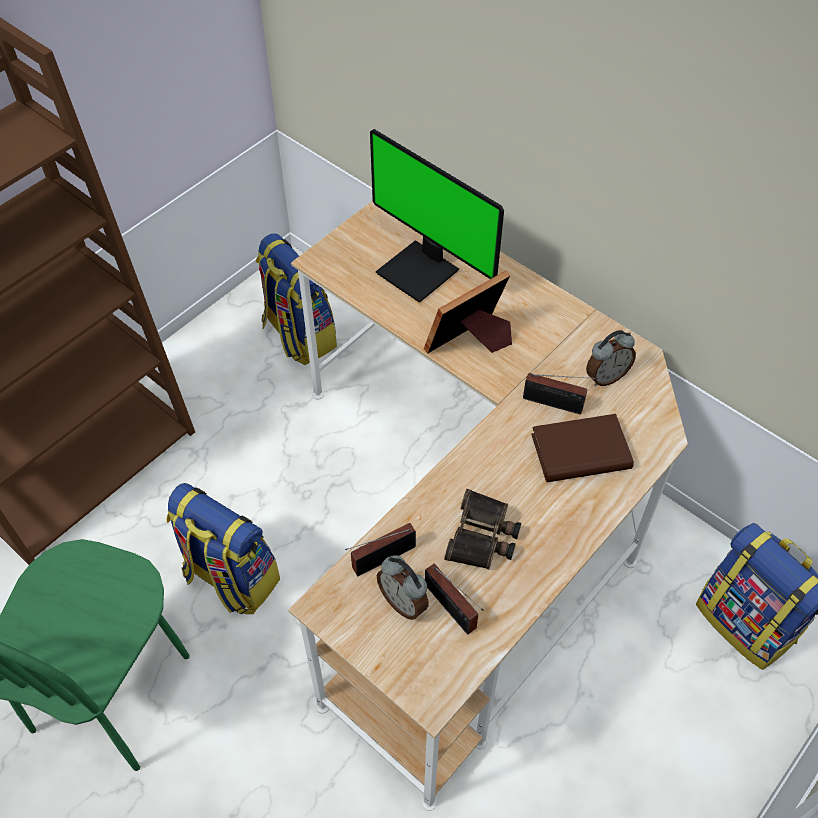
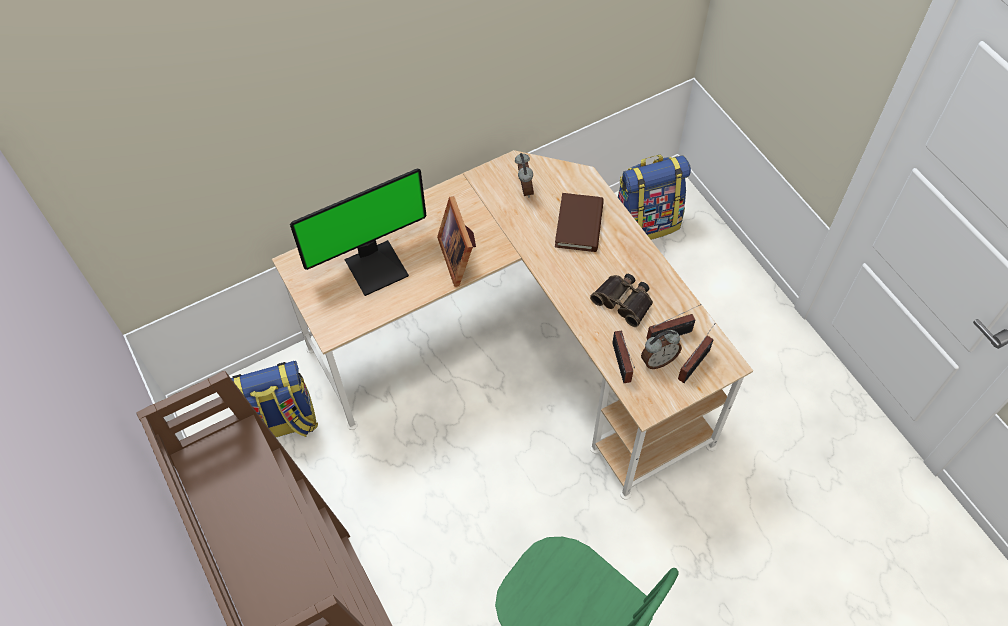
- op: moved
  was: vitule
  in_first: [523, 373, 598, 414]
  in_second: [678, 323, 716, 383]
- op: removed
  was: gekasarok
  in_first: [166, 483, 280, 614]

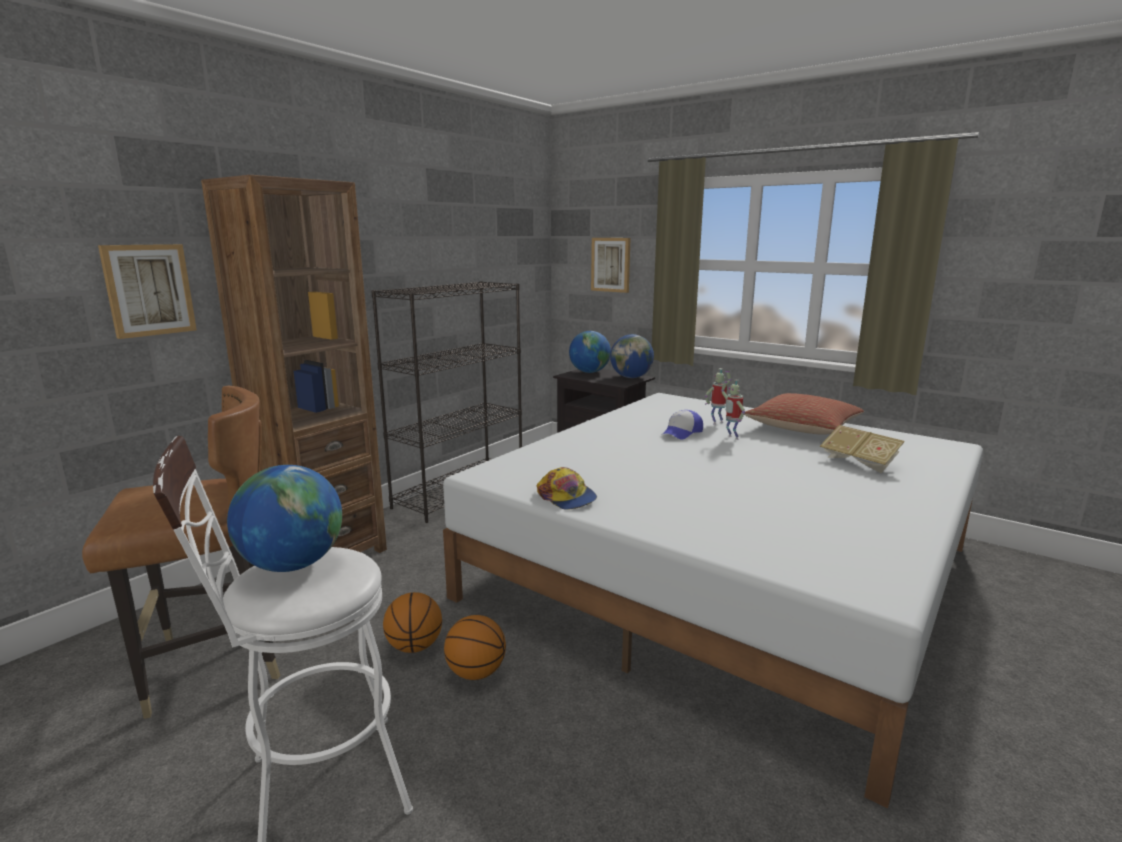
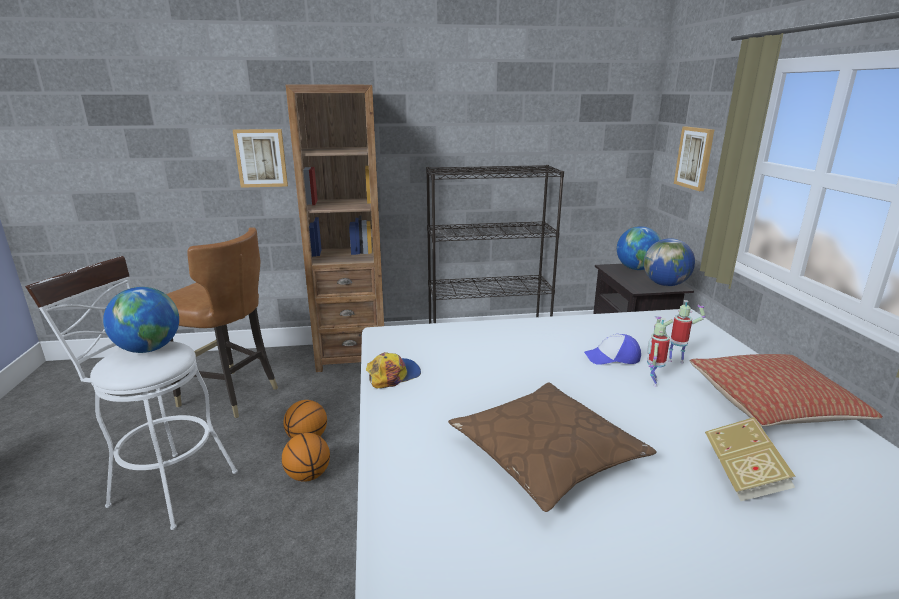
- op: turned
  was: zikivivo
  in_first: [536, 467, 597, 510]
  in_second: [366, 352, 421, 388]
  clockwise: -135
- op: added
  now: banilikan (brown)
  in_second: [448, 382, 657, 512]

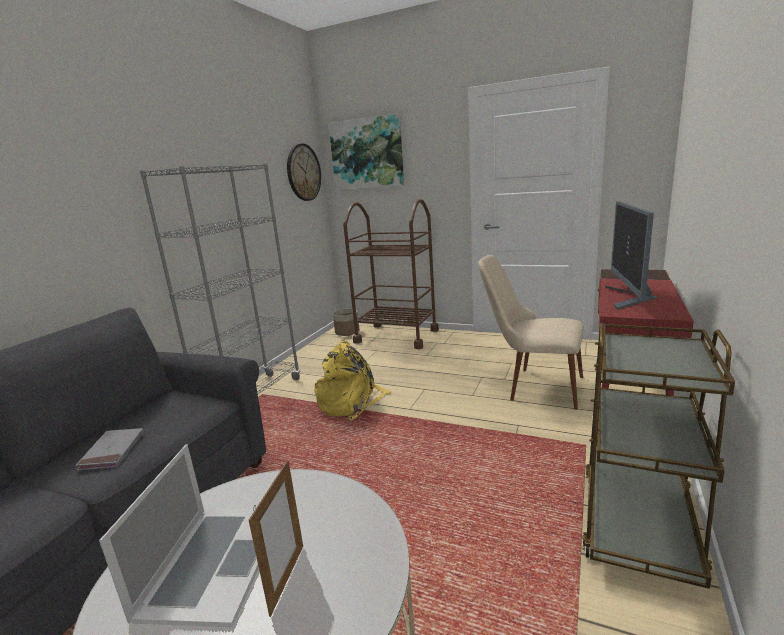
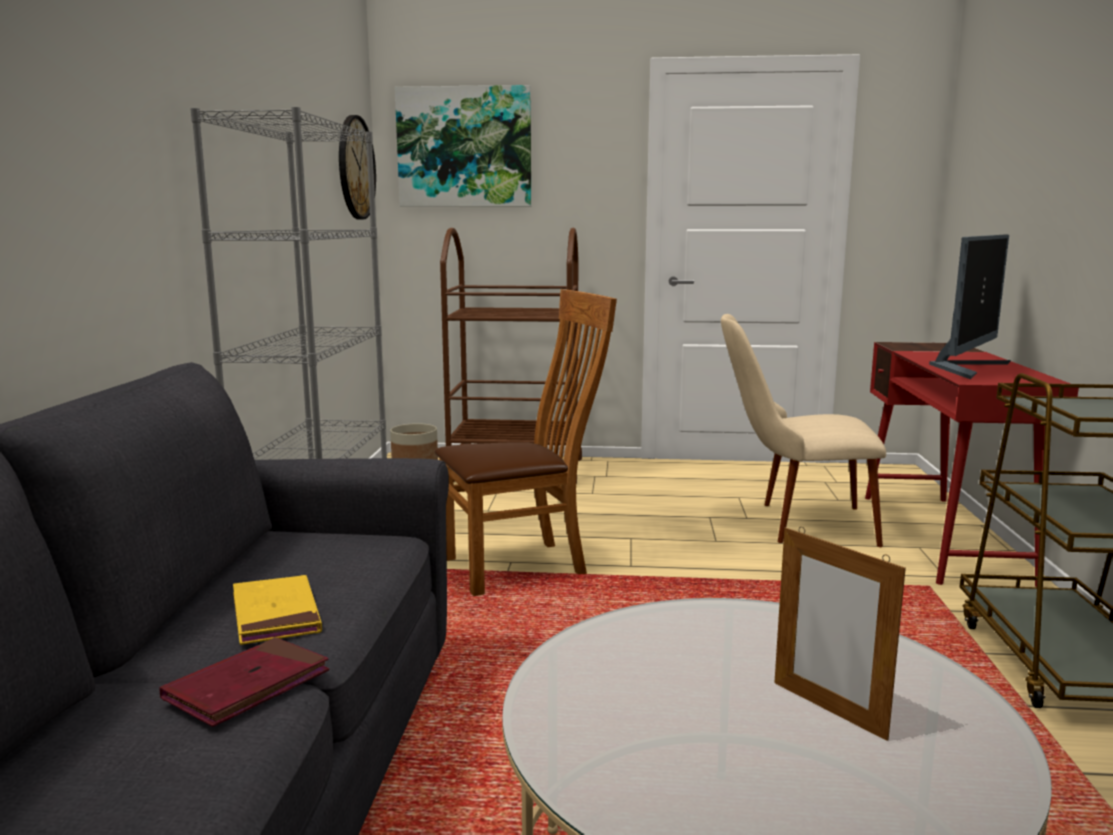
- op: turned
  was: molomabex
  in_first: [605, 201, 657, 310]
  in_second: [929, 235, 1011, 379]
  clockwise: -135
- op: replaced
  was: gekasarok (yellow)
  now: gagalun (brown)
  in_first: [314, 340, 392, 421]
  in_second: [435, 289, 617, 596]
- op: recoloured
  was: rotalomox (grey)
  now: rotalomox (yellow)
  in_first: [75, 428, 144, 470]
  in_second: [233, 575, 322, 645]
- op: removed
  was: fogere
  in_first: [99, 444, 259, 627]
- op: turned
  was: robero
  in_first: [249, 460, 303, 617]
  in_second: [774, 527, 906, 741]
  clockwise: 150
- op: added
  now: rotalomox (red)
  in_second: [159, 637, 329, 727]

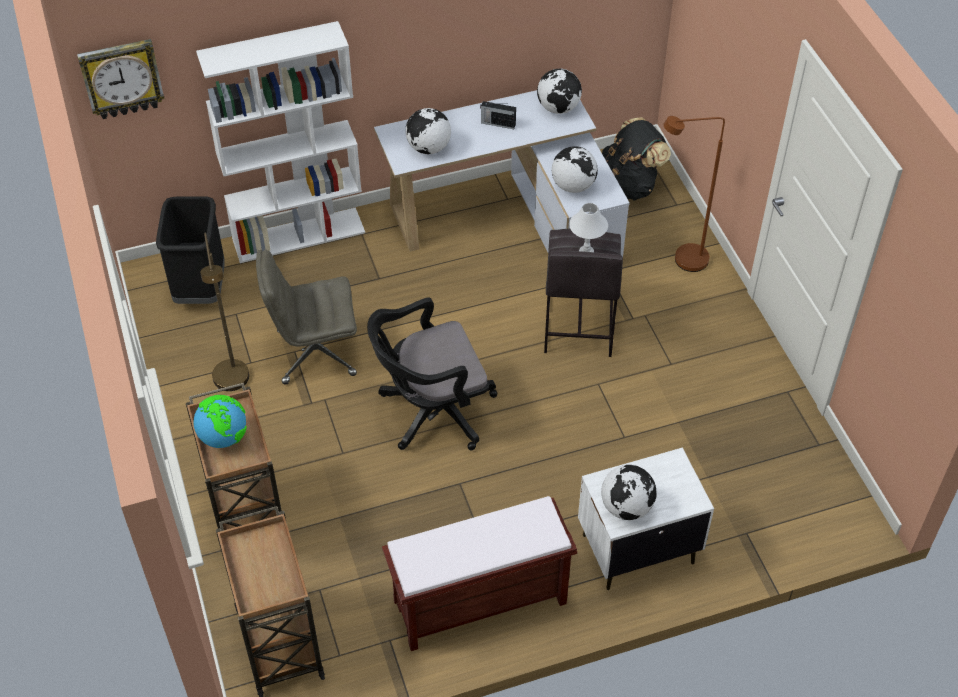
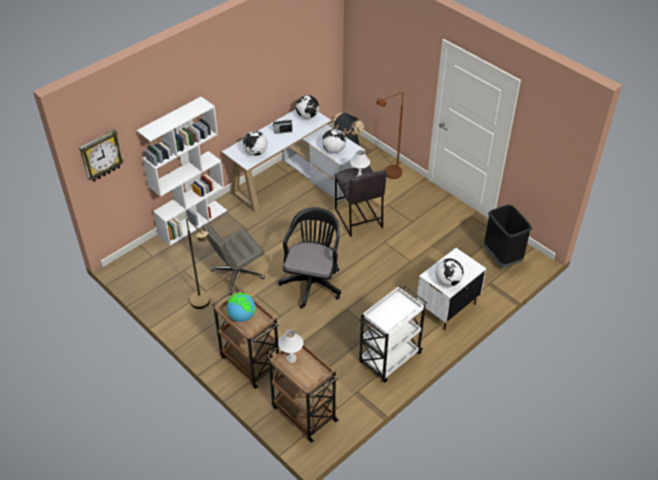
- op: moved
  was: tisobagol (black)
  in_first: [156, 196, 225, 304]
  in_second: [484, 205, 532, 268]
- op: turned
  was: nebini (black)
  in_first: [367, 297, 497, 450]
  in_second: [279, 207, 341, 309]
  clockwise: 150
- op: replaced
  was: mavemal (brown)
  now: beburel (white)
  in_first: [382, 496, 577, 651]
  in_second: [359, 285, 427, 382]
- op: added
  now: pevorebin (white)
  in_second: [278, 330, 303, 363]

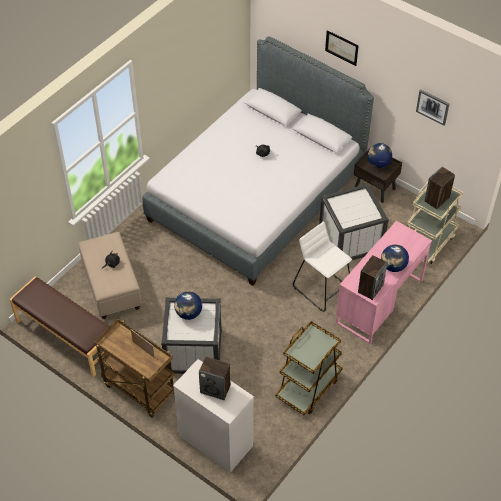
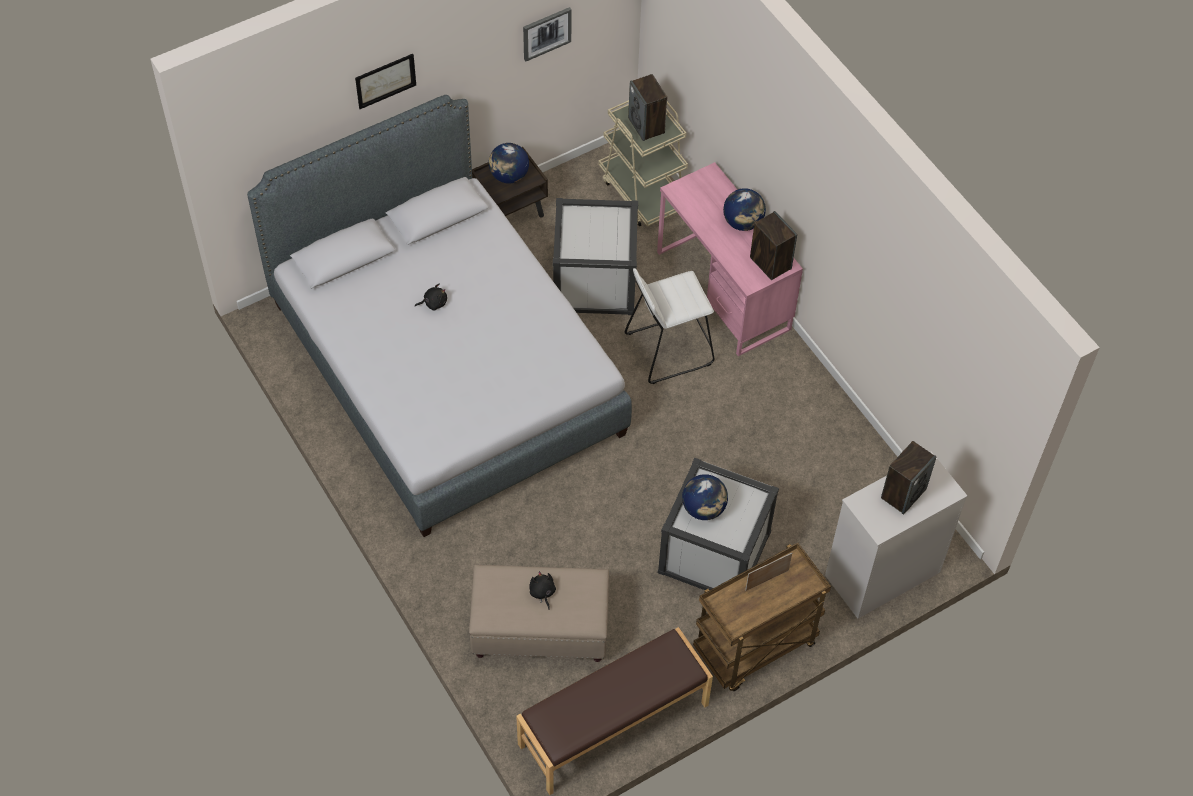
- op: removed
  was: beburel (brown)
  in_first: [275, 321, 342, 415]

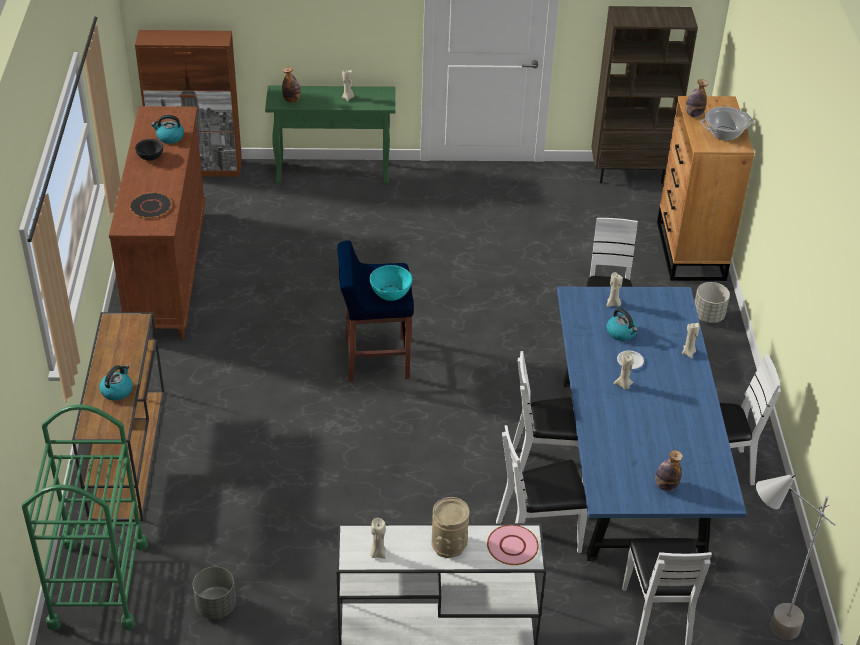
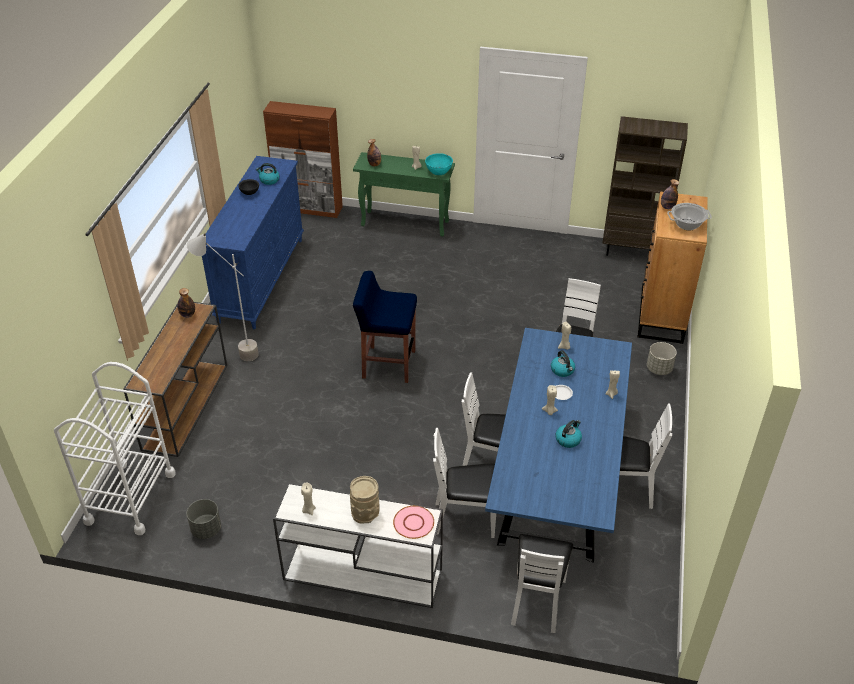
- op: recoloured
  was: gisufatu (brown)
  now: gisufatu (blue)
  in_first: [109, 106, 206, 339]
  in_second: [202, 156, 304, 329]
- op: removed
  was: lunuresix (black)
  in_first: [130, 192, 172, 218]
- op: moved
  was: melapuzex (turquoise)
  in_first: [369, 265, 413, 301]
  in_second: [425, 153, 453, 175]
- op: moved
  was: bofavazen
  in_first: [99, 365, 133, 400]
  in_second: [555, 420, 582, 448]
- op: recoloured
  was: beburel (green)
  now: beburel (white)
  in_first: [22, 404, 148, 630]
  in_second: [54, 362, 176, 535]
- op: moved
  was: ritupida
  in_first: [655, 450, 683, 491]
  in_second: [177, 288, 195, 318]
- op: moved
  was: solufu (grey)
  in_first: [756, 474, 835, 640]
  in_second: [187, 233, 259, 361]

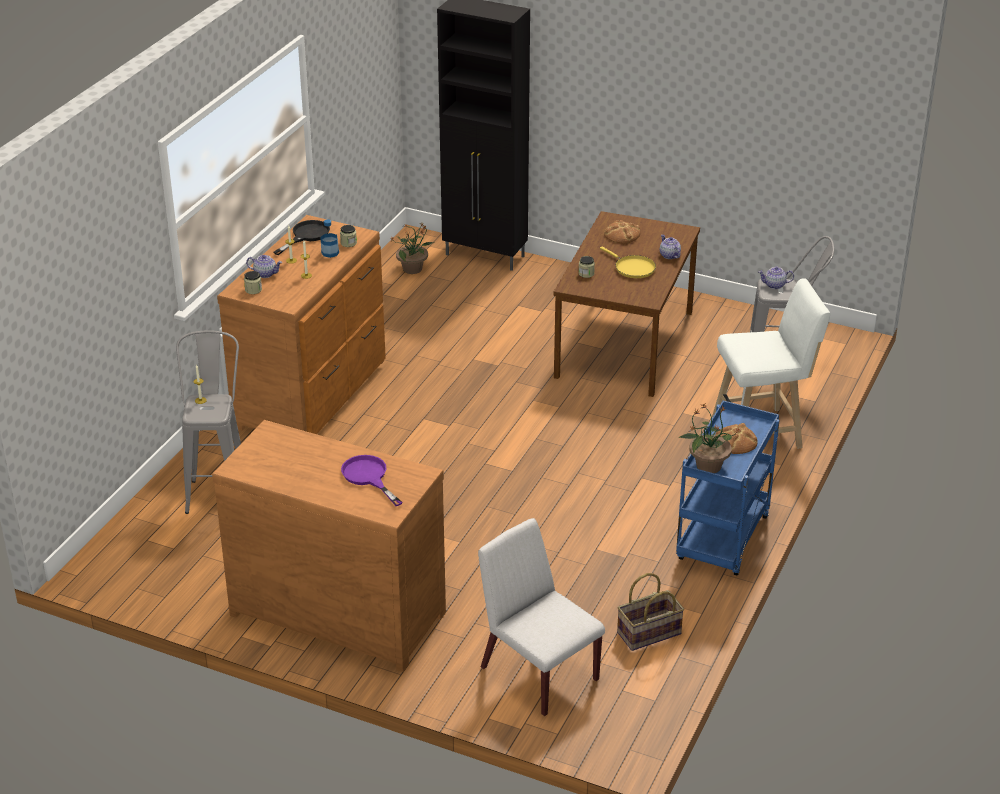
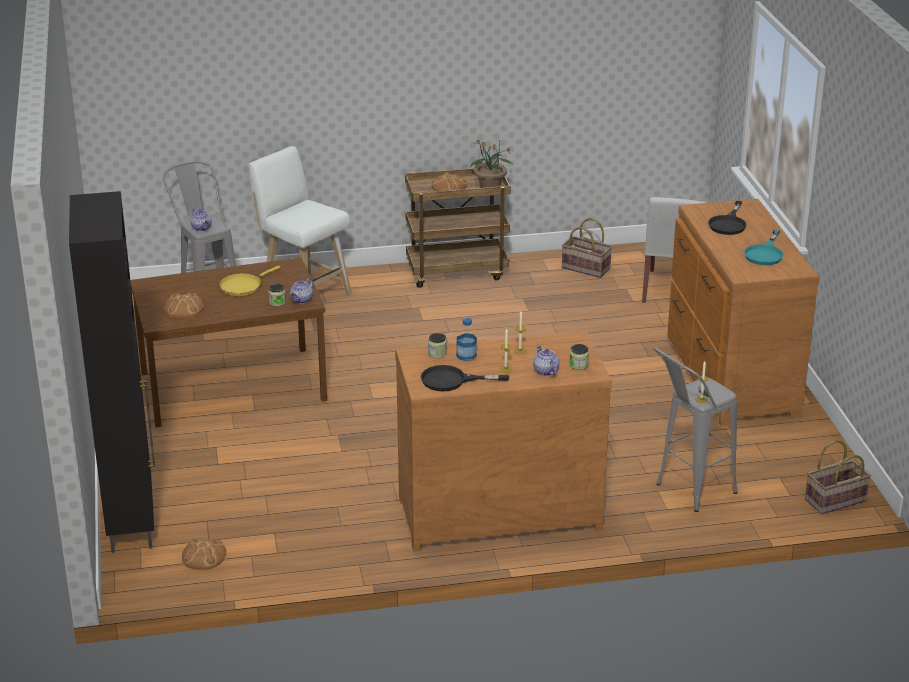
- op: replaced
  was: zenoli
  now: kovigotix
  in_first: [391, 222, 434, 274]
  in_second: [182, 538, 226, 570]
- op: moved
  was: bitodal
  in_first: [660, 235, 681, 259]
  in_second: [290, 278, 313, 304]
- op: turned
  was: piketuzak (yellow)
  in_first: [600, 247, 656, 278]
  in_second: [219, 266, 281, 296]
  clockwise: -150
- op: recoloured
  was: beburel (blue)
  now: beburel (brown)
  in_first: [676, 400, 779, 576]
  in_second: [405, 168, 510, 288]
- op: recoloured
  was: piketuzak (purple)
  now: piketuzak (black)
  in_first: [341, 455, 403, 506]
  in_second: [708, 201, 746, 235]
- op: added
  now: piketuzak (turquoise)
  in_second: [744, 229, 784, 265]
- op: added
  now: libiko
  in_second: [805, 440, 871, 514]

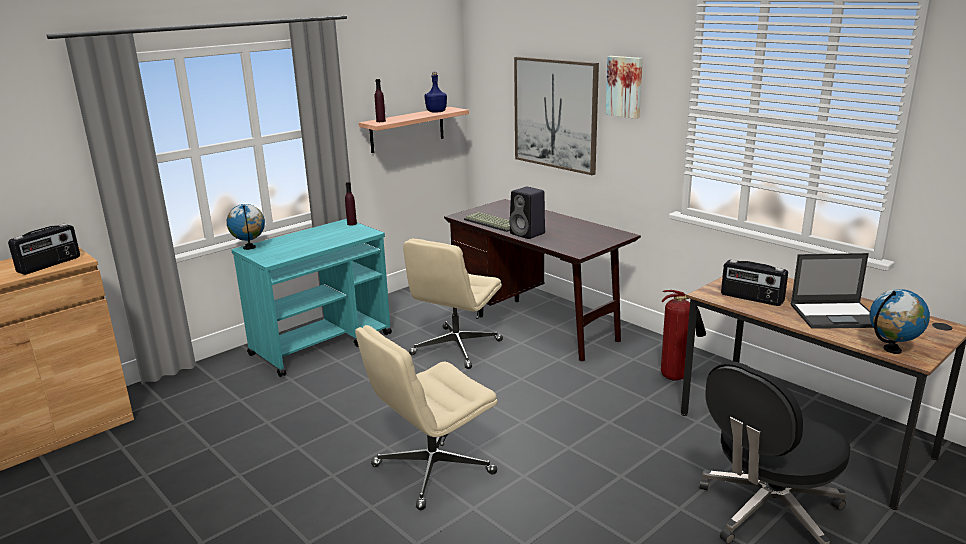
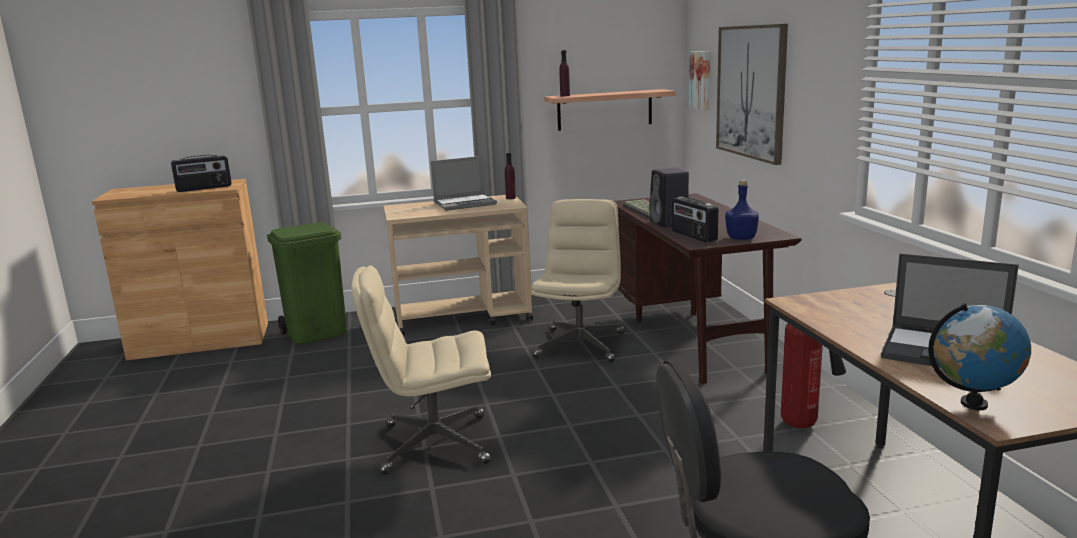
- op: moved
  was: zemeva
  in_first: [606, 56, 643, 119]
  in_second: [689, 51, 710, 110]
- op: moved
  was: ritupida (blue)
  in_first: [424, 72, 447, 113]
  in_second: [725, 180, 759, 240]
- op: removed
  was: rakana
  in_first: [227, 204, 265, 250]
- op: recoloured
  was: beburel (turquoise)
  now: beburel (beige)
  in_first: [231, 219, 392, 377]
  in_second: [384, 195, 533, 336]
- op: turned
  was: nebini (beige)
  in_first: [403, 239, 503, 369]
  in_second: [531, 199, 625, 362]
  clockwise: 135
- op: moved
  was: vitule
  in_first: [721, 260, 788, 306]
  in_second: [672, 197, 718, 243]
- op: added
  now: fogere
  in_second: [431, 156, 497, 211]
- op: added
  now: tisobagol (green)
  in_second: [267, 222, 347, 344]

